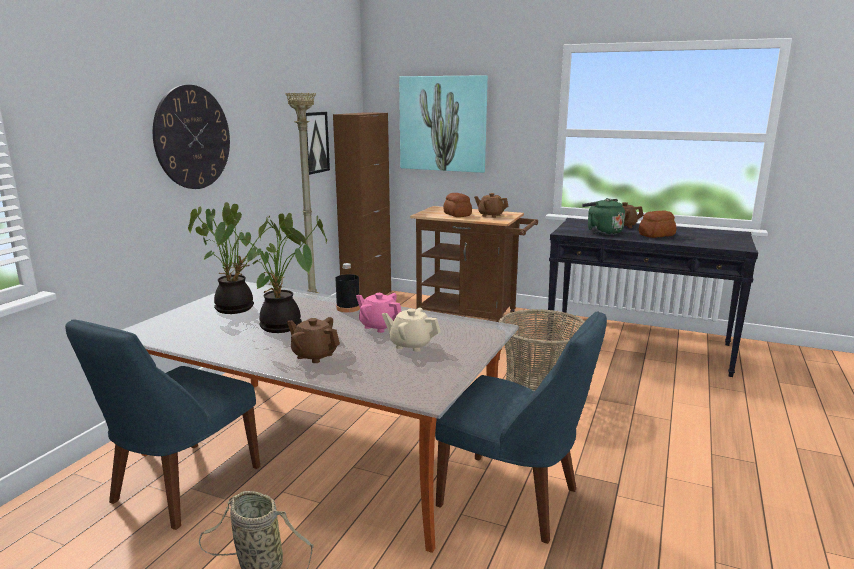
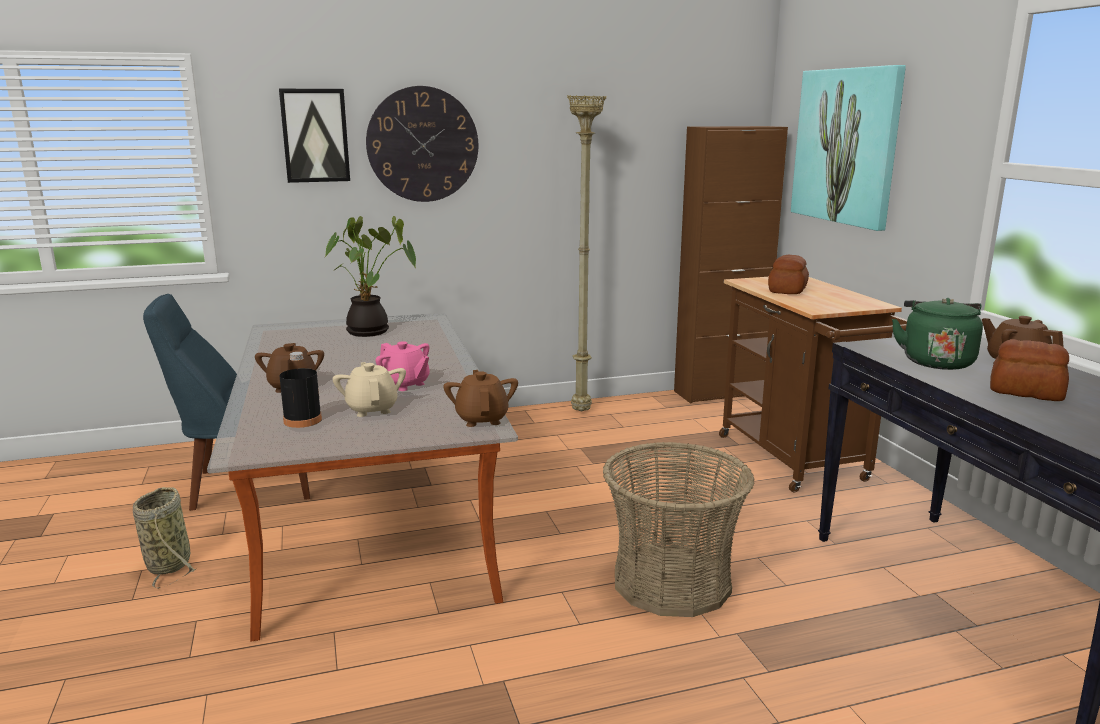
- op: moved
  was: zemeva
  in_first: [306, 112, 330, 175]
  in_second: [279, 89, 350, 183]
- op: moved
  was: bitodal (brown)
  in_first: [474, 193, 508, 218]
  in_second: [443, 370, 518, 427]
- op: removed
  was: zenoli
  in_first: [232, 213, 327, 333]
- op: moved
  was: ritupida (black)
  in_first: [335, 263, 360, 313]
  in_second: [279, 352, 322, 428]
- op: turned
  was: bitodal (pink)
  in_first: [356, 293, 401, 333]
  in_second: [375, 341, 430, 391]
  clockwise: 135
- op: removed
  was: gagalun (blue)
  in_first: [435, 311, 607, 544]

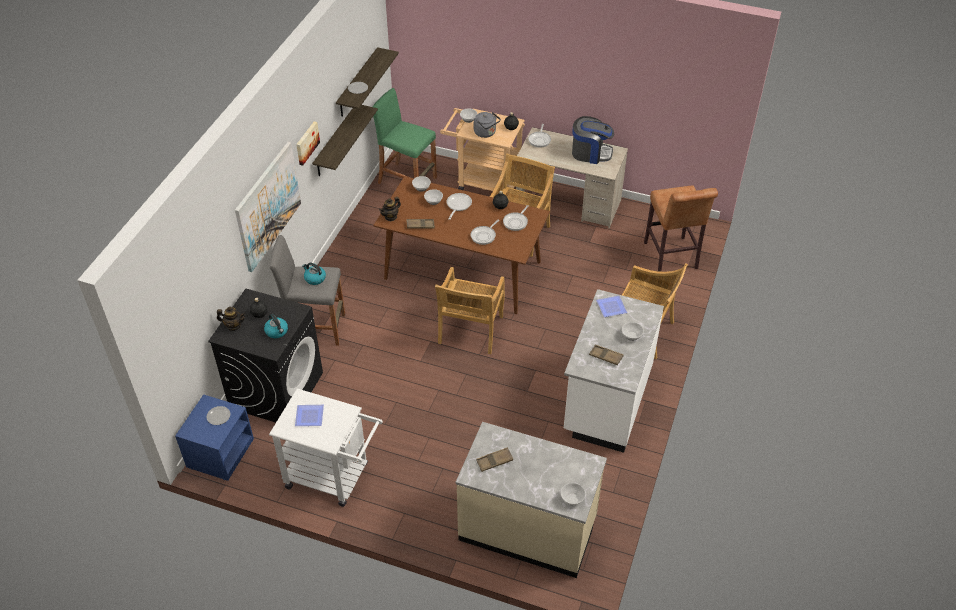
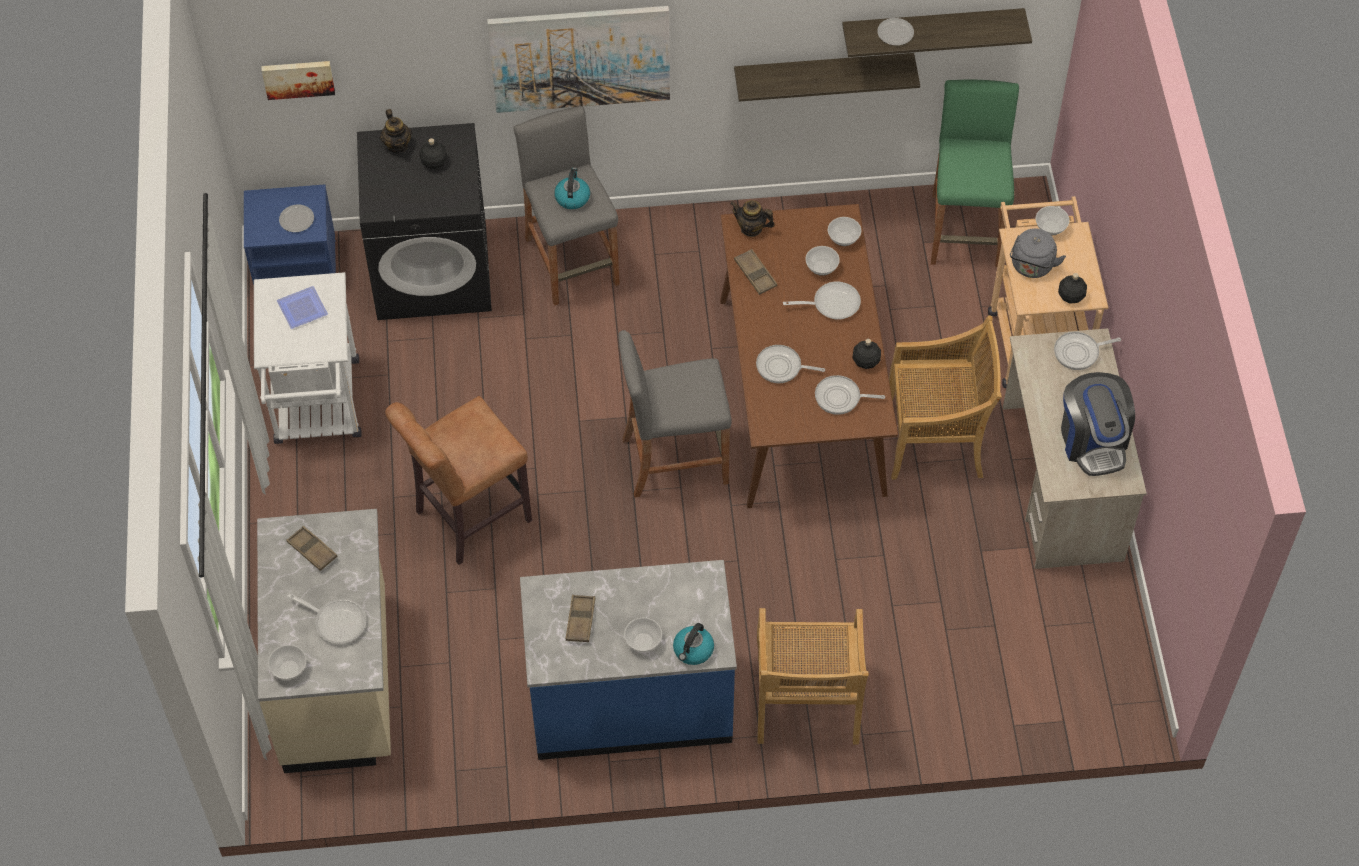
- op: moved
  was: zemeva
  in_first: [296, 121, 320, 166]
  in_second: [262, 61, 335, 100]
- op: moved
  was: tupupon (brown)
  in_first: [644, 186, 718, 272]
  in_second: [385, 396, 532, 565]
- op: replaced
  was: gagalun (beige)
  now: tupupon (grey)
  in_first: [435, 267, 505, 354]
  in_second: [618, 330, 732, 498]
- op: recoloured
  was: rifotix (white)
  now: rifotix (blue)
  in_first: [564, 289, 664, 453]
  in_second: [520, 560, 737, 760]
- op: removed
  was: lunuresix
  in_first: [596, 296, 627, 317]
- op: moved
  was: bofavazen
  in_first: [264, 313, 288, 338]
  in_second: [673, 623, 714, 665]
- op: added
  now: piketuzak
  in_second: [287, 593, 366, 644]

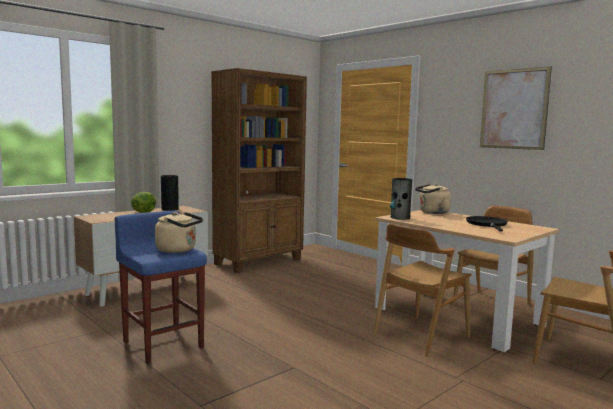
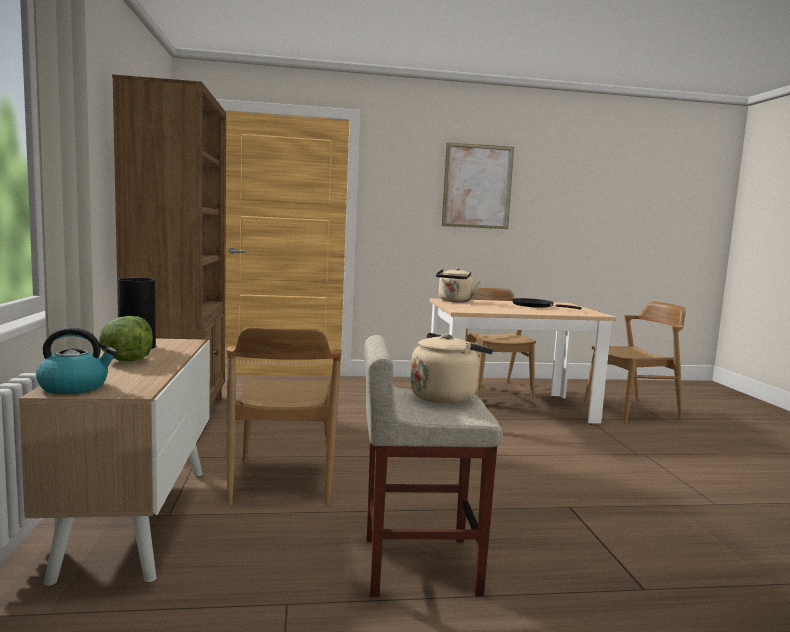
- op: removed
  was: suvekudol
  in_first: [390, 178, 412, 220]
- op: recoloured
  was: tupupon (blue)
  now: tupupon (beige)
  in_first: [114, 211, 207, 364]
  in_second: [364, 335, 503, 597]
- op: moved
  was: gagalun (brown)
  in_first: [373, 223, 472, 357]
  in_second: [226, 327, 342, 505]
- op: added
  now: bofavazen
  in_second: [36, 328, 117, 394]

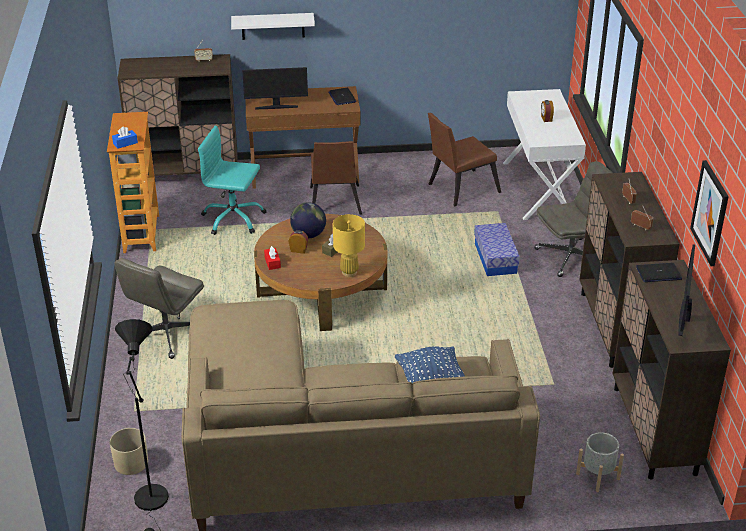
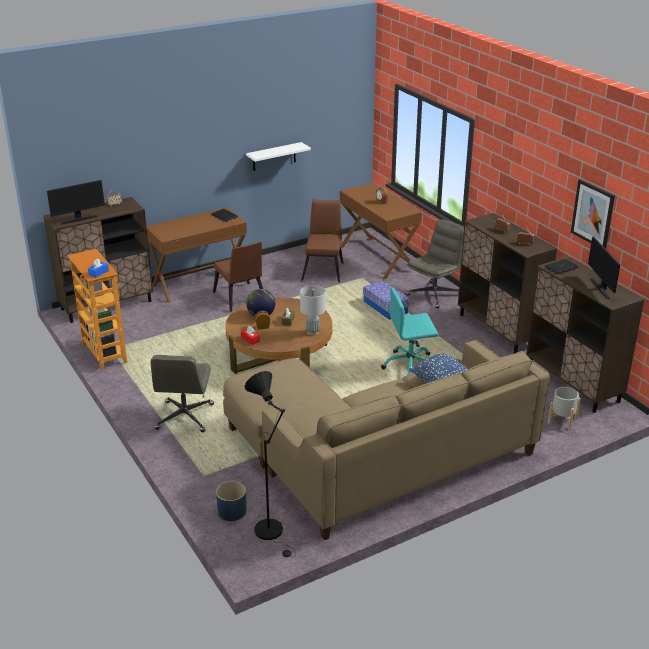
- op: moved
  was: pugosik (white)
  in_first: [231, 13, 315, 40]
  in_second: [246, 142, 311, 171]
- op: moved
  was: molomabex
  in_first: [242, 67, 308, 109]
  in_second: [47, 180, 105, 224]
- op: recoloured
  was: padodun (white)
  now: padodun (brown)
  in_first: [503, 89, 586, 220]
  in_second: [340, 183, 422, 279]
- op: turned
  was: gagalun (brown)
  in_first: [428, 113, 501, 206]
  in_second: [301, 199, 343, 283]
  clockwise: 150
- op: moved
  was: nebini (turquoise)
  in_first: [198, 126, 267, 235]
  in_second: [381, 287, 439, 375]
- op: recoloured
  was: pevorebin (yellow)
  now: pevorebin (grey)
  in_first: [333, 214, 365, 277]
  in_second: [300, 285, 325, 336]
- op: recoloured
  was: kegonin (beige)
  now: kegonin (blue)
  in_first: [110, 428, 148, 475]
  in_second: [216, 481, 247, 521]

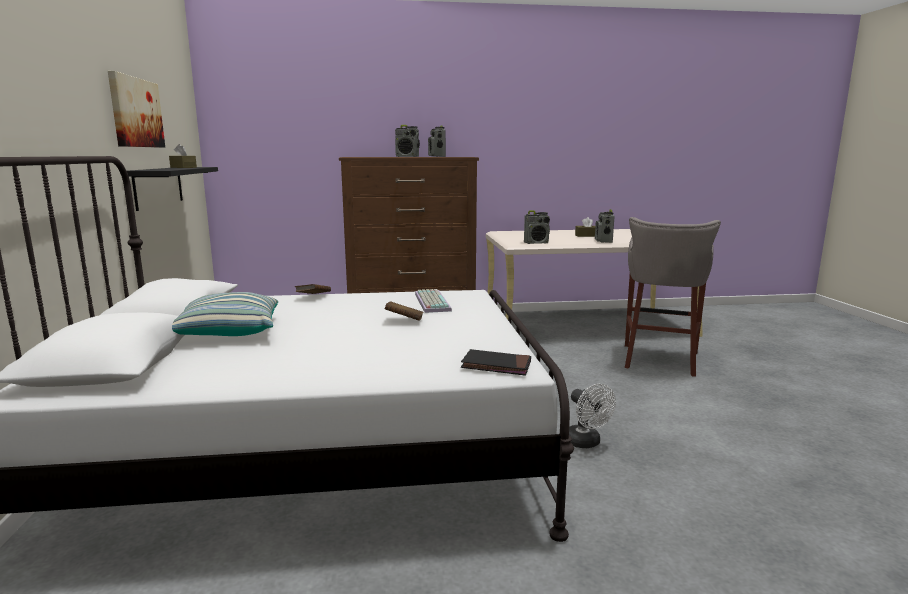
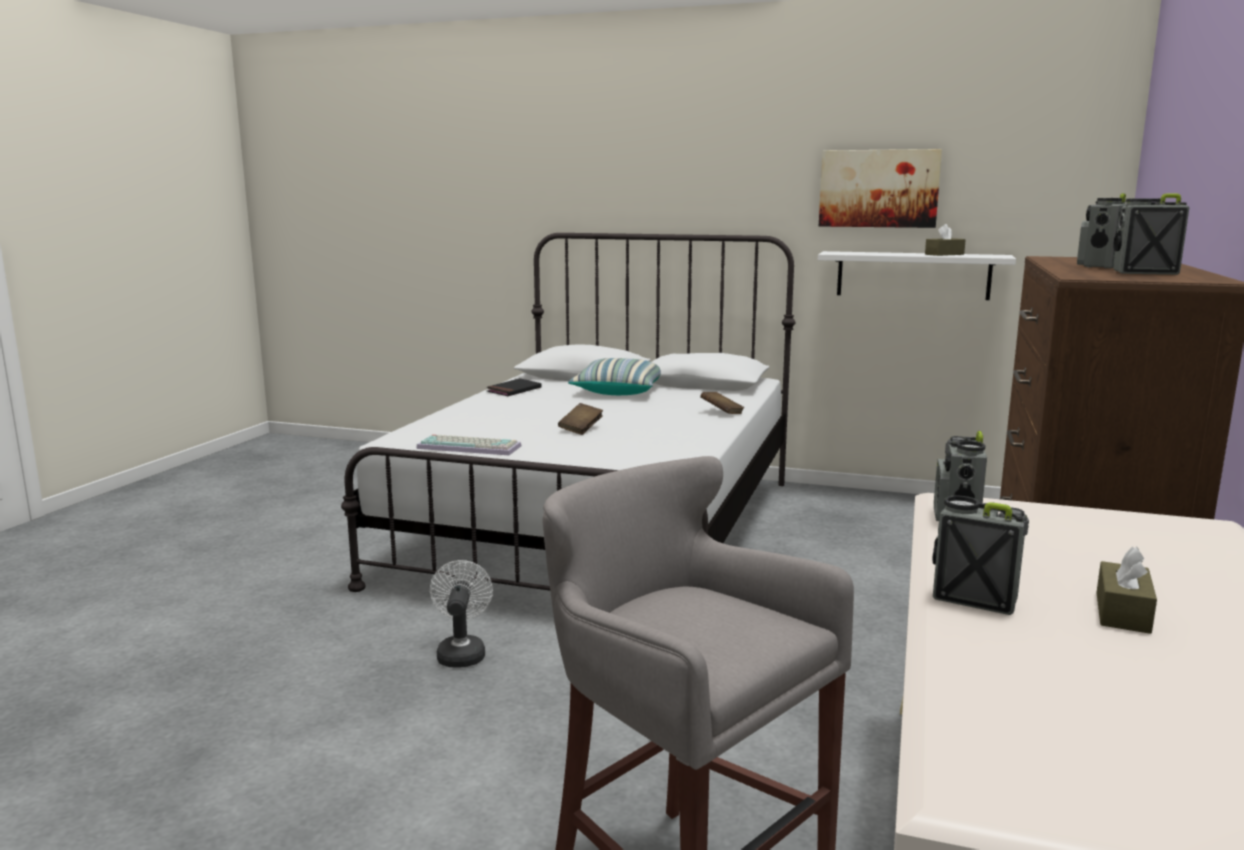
- op: recoloured
  was: pugosik (black)
  now: pugosik (white)
  in_first: [127, 167, 218, 211]
  in_second: [818, 251, 1016, 300]
- op: moved
  was: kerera
  in_first: [415, 289, 452, 313]
  in_second: [416, 434, 521, 455]
- op: moved
  was: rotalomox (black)
  in_first: [461, 349, 531, 376]
  in_second: [487, 378, 542, 396]
- op: turned
  was: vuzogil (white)
  in_first: [569, 384, 616, 448]
  in_second: [430, 560, 493, 668]
  clockwise: 90

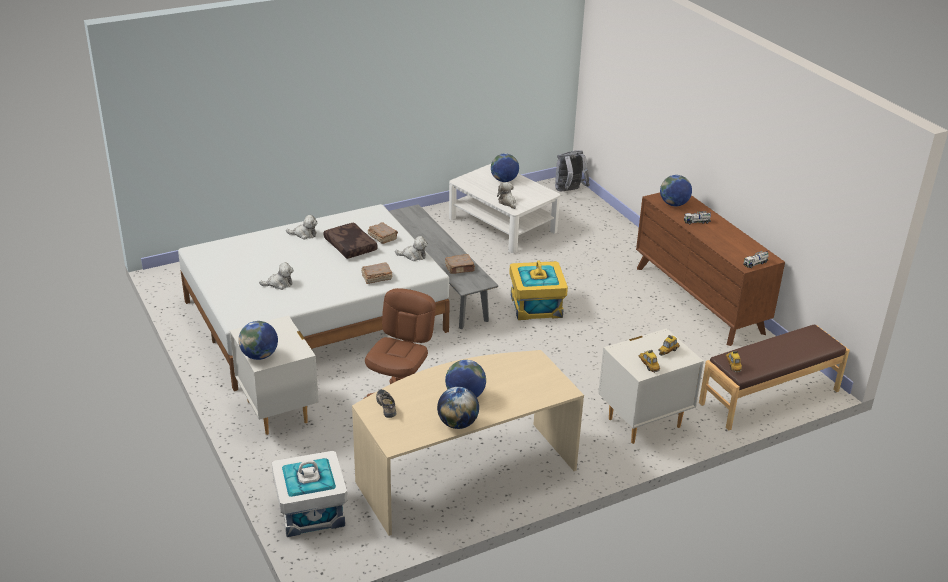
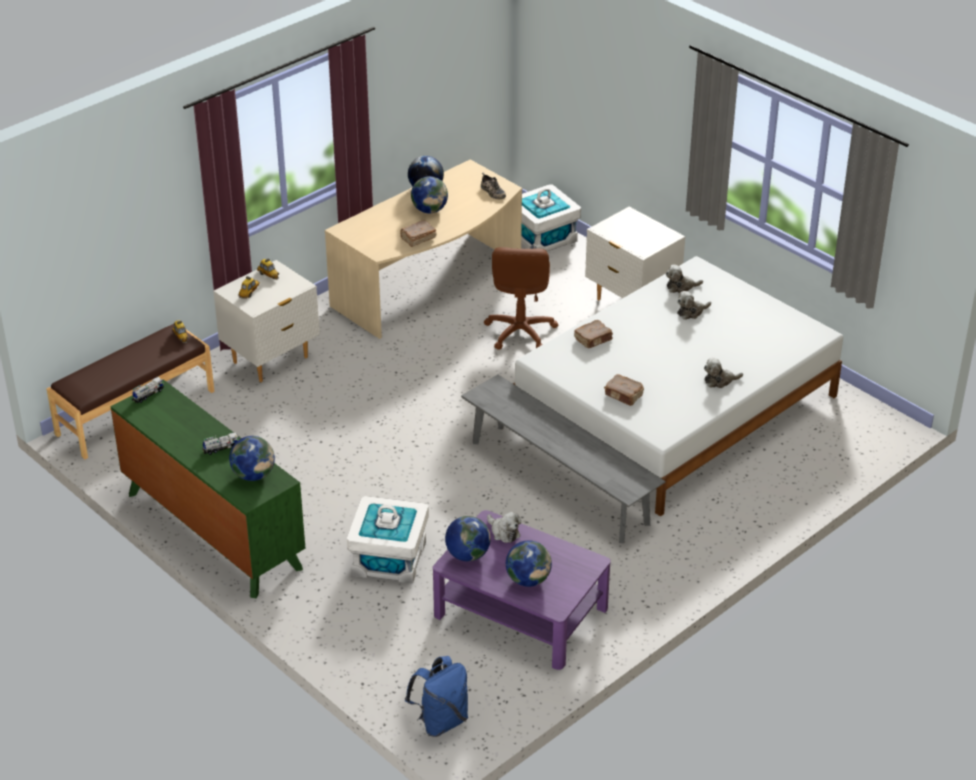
- op: recoloured
  was: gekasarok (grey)
  now: gekasarok (blue)
  in_first: [555, 150, 590, 191]
  in_second: [405, 656, 468, 737]
- op: recoloured
  was: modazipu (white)
  now: modazipu (purple)
  in_first: [449, 164, 560, 253]
  in_second: [433, 510, 611, 670]
- op: recoloured
  was: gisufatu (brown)
  now: gisufatu (green)
  in_first: [636, 193, 785, 346]
  in_second: [110, 379, 305, 598]
- op: removed
  was: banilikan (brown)
  in_first: [323, 223, 378, 259]
- op: moved
  was: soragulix
  in_first: [395, 236, 428, 261]
  in_second: [666, 265, 703, 293]
- op: moved
  was: rotalomox (brown)
  in_first: [445, 254, 475, 274]
  in_second: [400, 220, 437, 247]
- op: removed
  was: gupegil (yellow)
  in_first: [509, 260, 568, 320]
- op: moved
  was: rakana
  in_first: [238, 321, 278, 360]
  in_second: [445, 516, 491, 561]
- op: added
  now: gupegil (white)
  in_second: [347, 496, 429, 584]

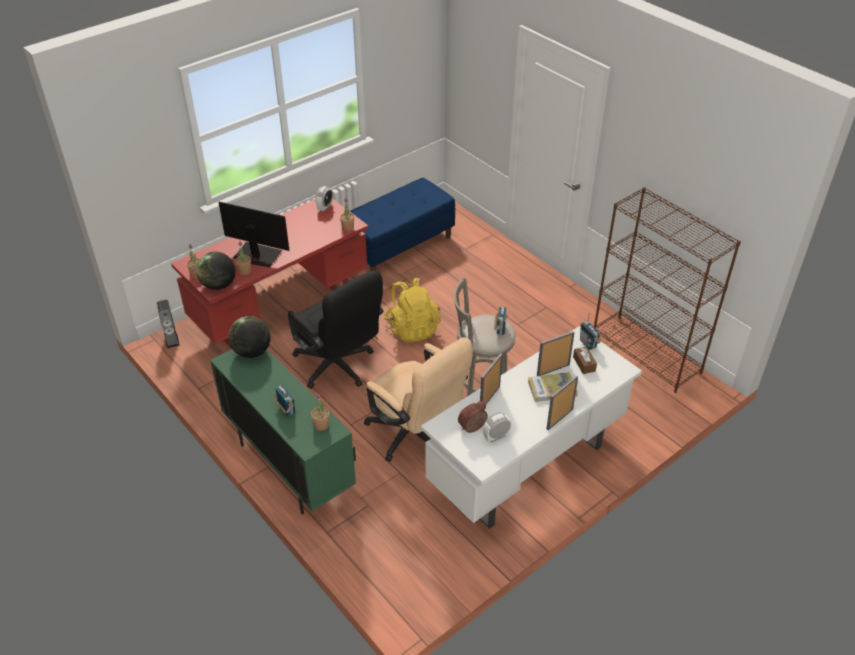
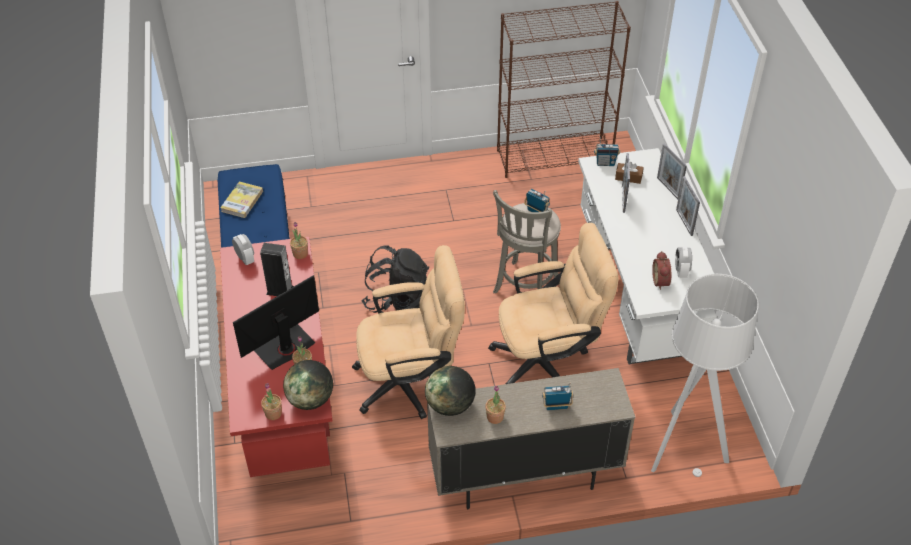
- op: recoloured
  was: nebini (black)
  now: nebini (beige)
  in_first: [288, 271, 384, 389]
  in_second: [352, 245, 465, 419]
- op: recoloured
  was: gekasarok (yellow)
  now: gekasarok (black)
  in_first: [384, 278, 441, 343]
  in_second: [361, 245, 429, 313]
- op: moved
  was: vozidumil
  in_first: [157, 300, 180, 348]
  in_second: [260, 243, 294, 296]
- op: recoloured
  was: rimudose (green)
  now: rimudose (beige)
  in_first: [210, 349, 356, 515]
  in_second: [427, 368, 635, 509]
- op: moved
  was: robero
  in_first: [480, 353, 502, 404]
  in_second: [657, 143, 687, 199]
- op: moved
  was: rotalomox
  in_first: [528, 372, 578, 402]
  in_second: [220, 181, 263, 218]
- op: moved
  was: zenoli
  in_first: [311, 394, 329, 431]
  in_second: [485, 386, 506, 424]
- op: added
  now: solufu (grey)
  in_second: [651, 274, 759, 477]

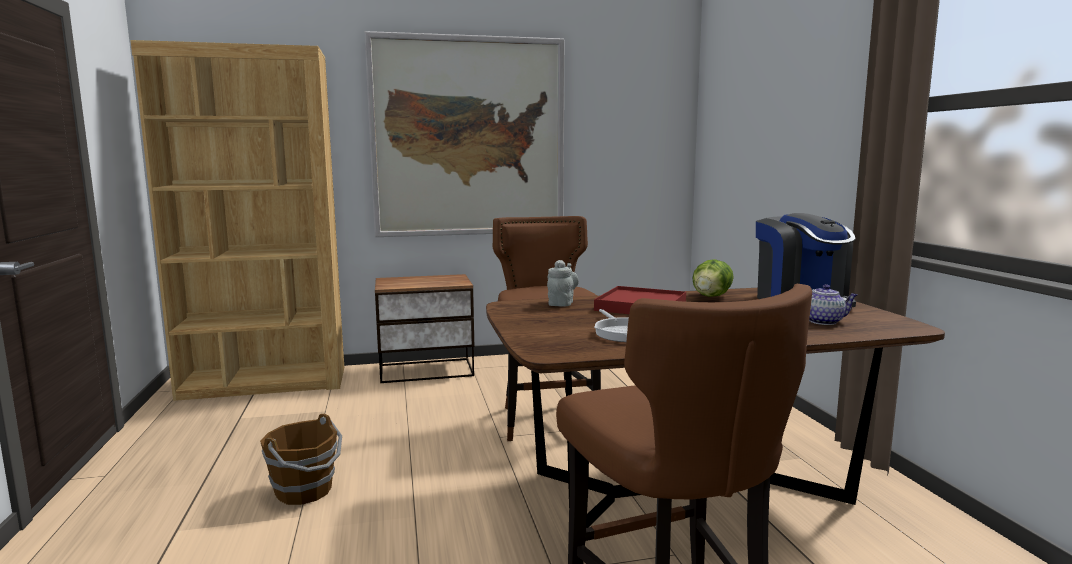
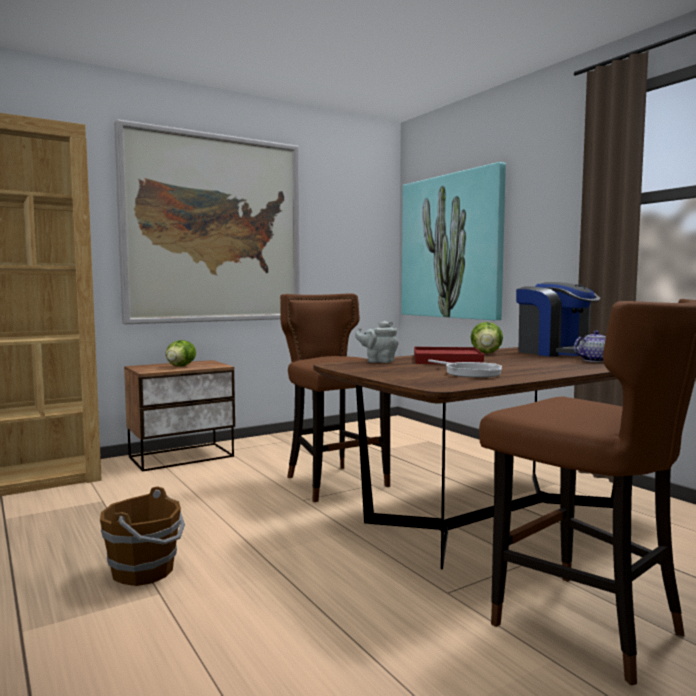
- op: turned
  was: bitodal (grey)
  in_first: [547, 260, 579, 307]
  in_second: [355, 321, 398, 363]
  clockwise: -75
- op: added
  now: zemeva
  in_second: [401, 162, 506, 320]
- op: added
  now: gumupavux
  in_second: [166, 340, 196, 366]

